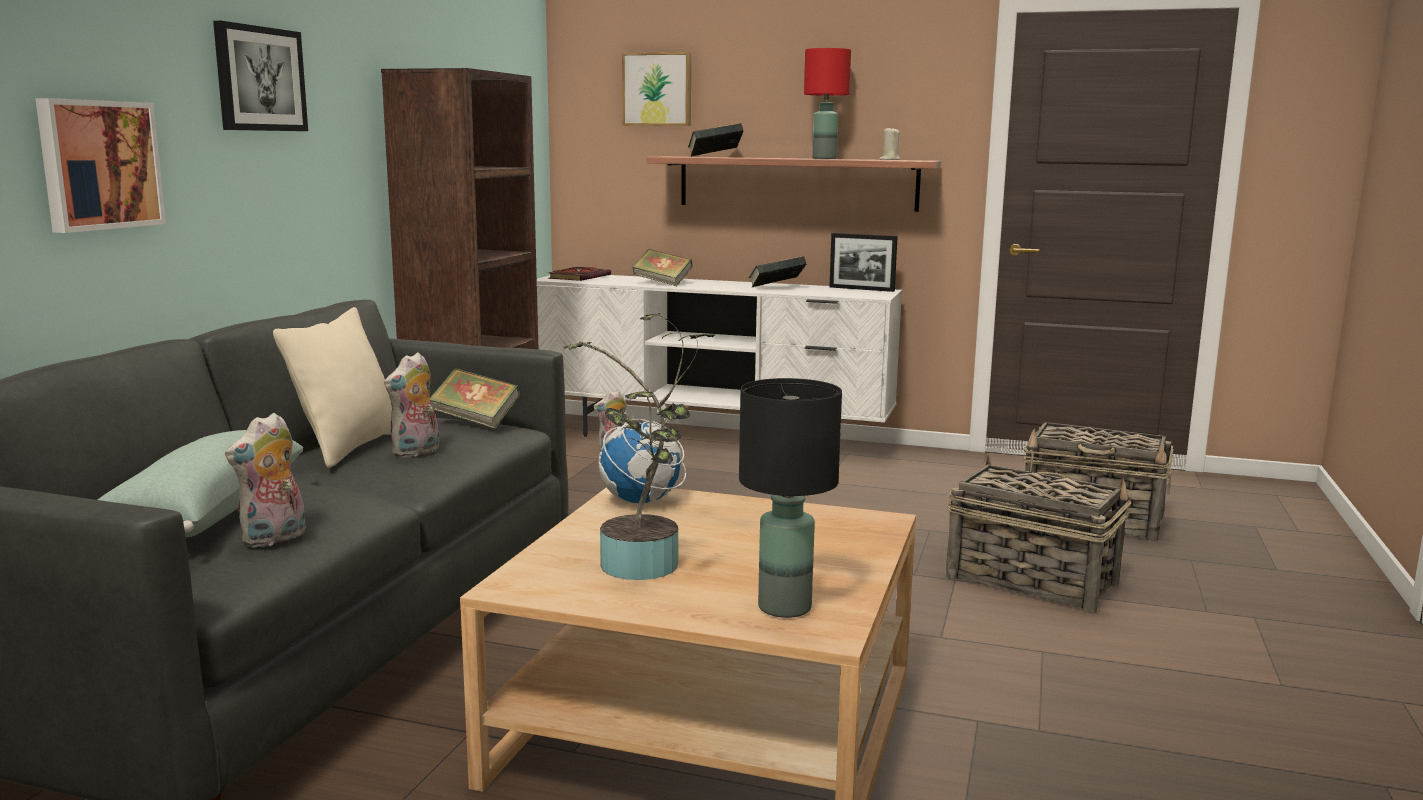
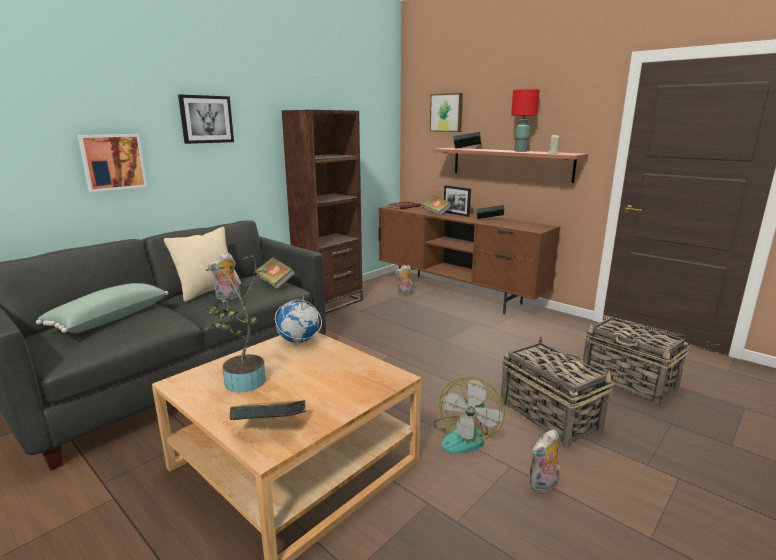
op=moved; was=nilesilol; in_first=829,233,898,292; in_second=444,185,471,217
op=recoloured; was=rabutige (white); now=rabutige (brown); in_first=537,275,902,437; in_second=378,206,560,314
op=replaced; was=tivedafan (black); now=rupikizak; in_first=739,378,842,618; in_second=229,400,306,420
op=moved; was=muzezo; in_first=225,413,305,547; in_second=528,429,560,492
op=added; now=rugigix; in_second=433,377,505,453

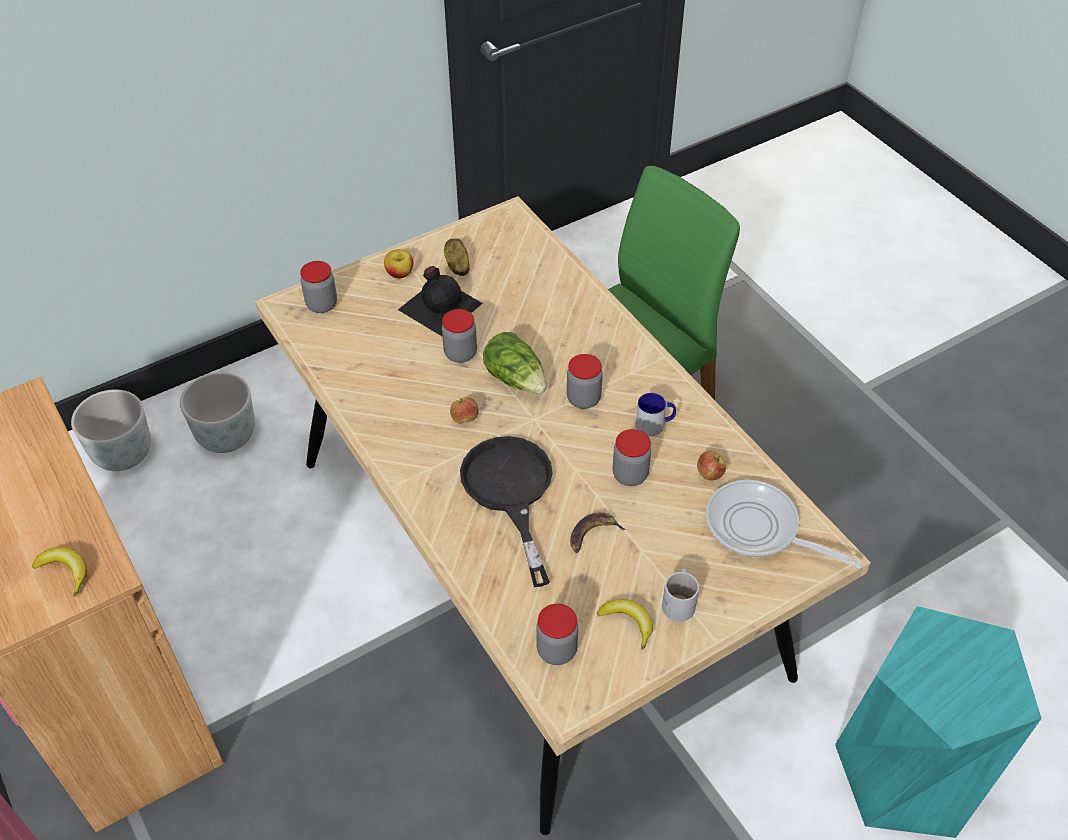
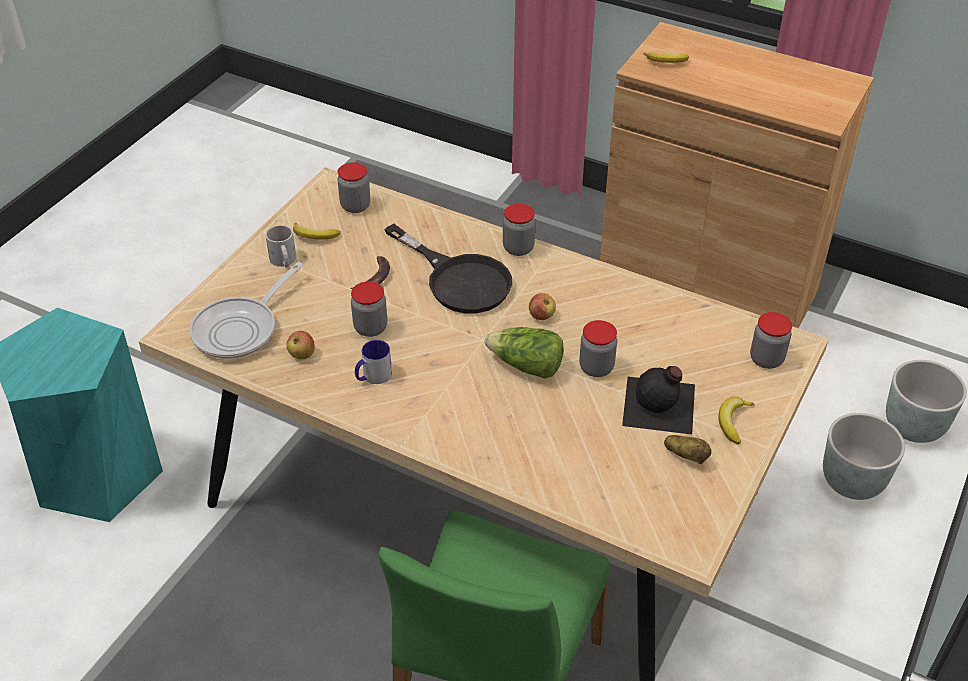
op=replaced; was=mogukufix; now=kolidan; in_first=384,249,413,279; in_second=718,397,754,444
op=moved; was=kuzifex; in_first=567,354,603,409; in_second=503,204,536,256
op=turned; was=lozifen; in_first=706,480,863,569; in_second=190,262,303,359; clockwise=120

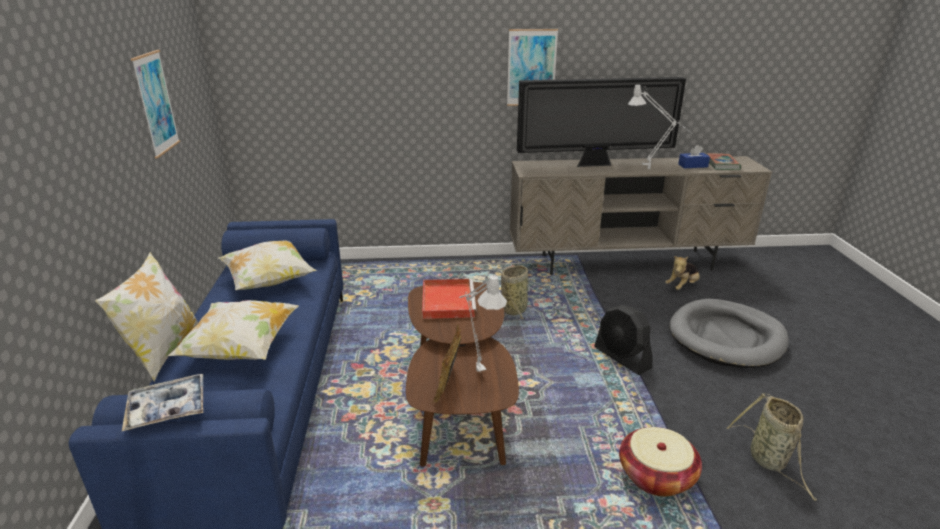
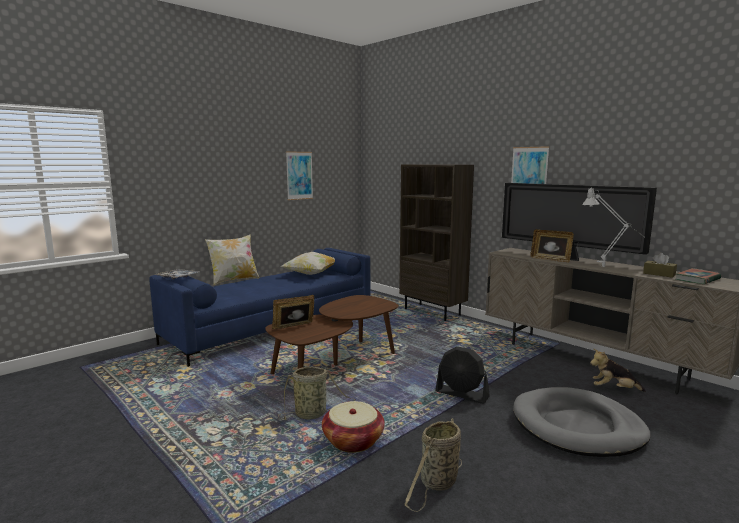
op=recoloured; was=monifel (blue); now=monifel (brown); in_first=678,145,710,168; in_second=643,253,677,278
op=moved; was=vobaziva; in_first=501,265,529,322; in_second=278,366,356,420
op=removed; was=tivedafan (grey); in_first=459,273,507,373
op=removed; was=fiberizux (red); in_first=422,279,477,319
op=removed; was=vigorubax; in_first=168,300,299,360
op=turned; was=rugigix (black); in_first=594,305,652,375; in_second=435,346,490,404; clockwise=-75
op=added; now=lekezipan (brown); in_second=399,164,474,321
op=added; now=nilesilol; in_second=530,229,574,262

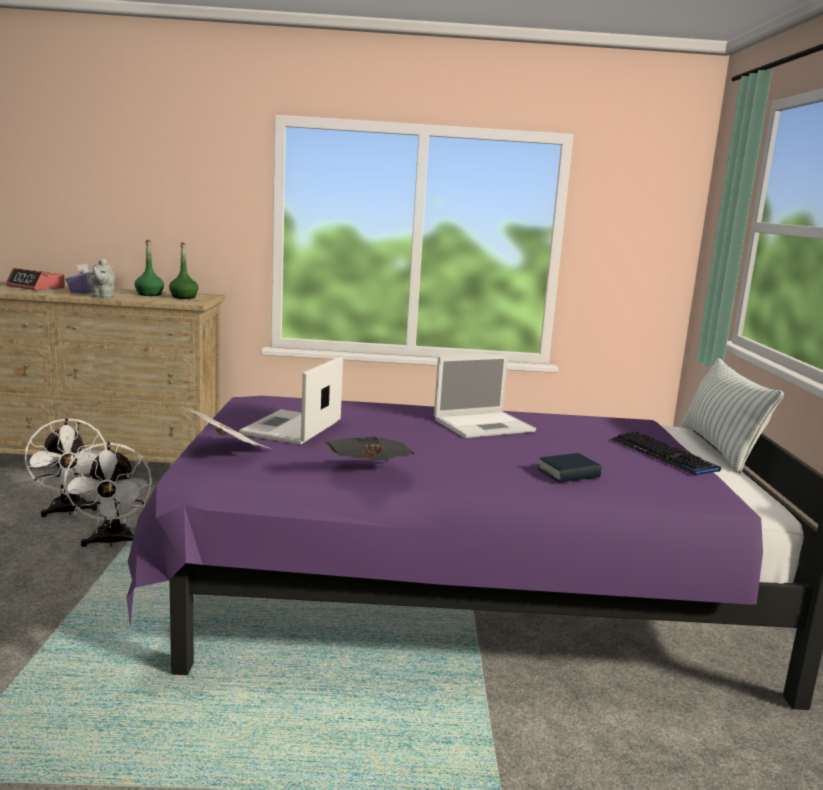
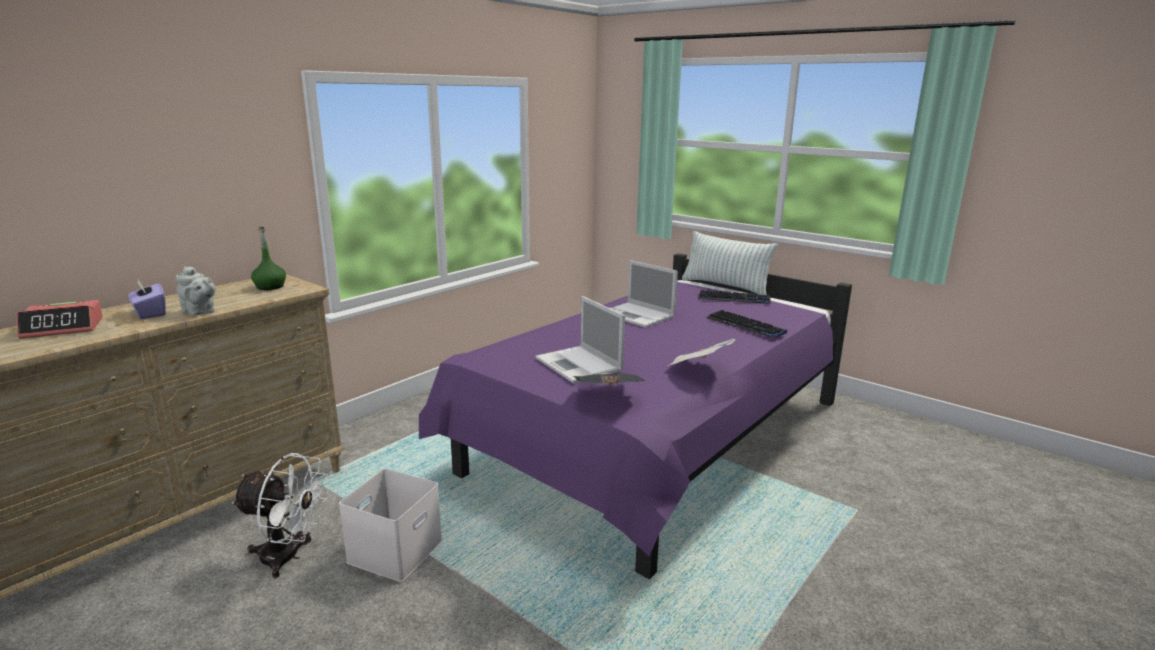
op=removed; was=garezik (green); in_first=134,240,164,296
op=turned; was=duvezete; in_first=434,354,536,438; in_second=610,260,678,328; clockwise=120
op=replaced; was=rugigix (white); now=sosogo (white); in_first=62,442,152,547; in_second=339,468,442,582
op=replaced; was=rupikizak; now=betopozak; in_first=537,453,602,483; in_second=706,310,787,338

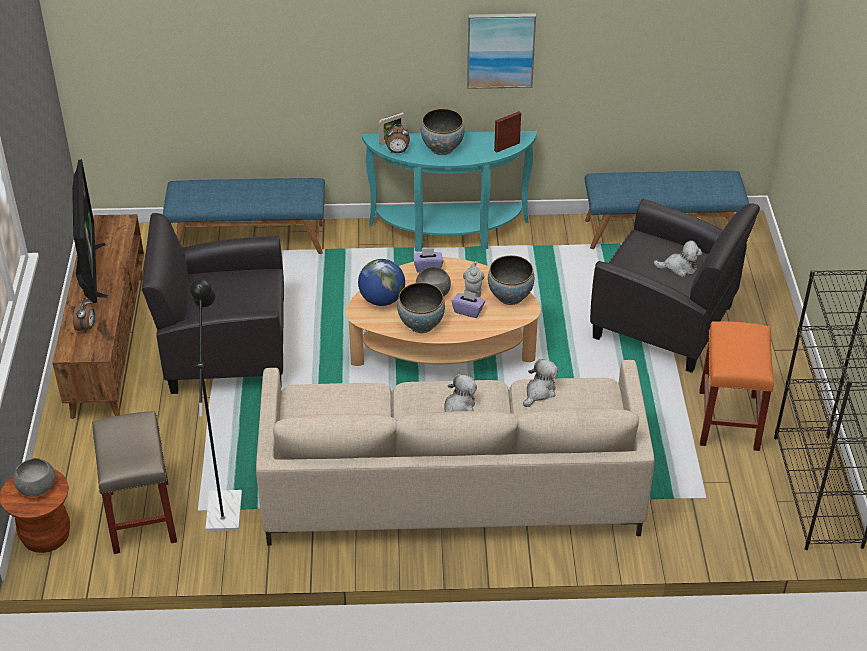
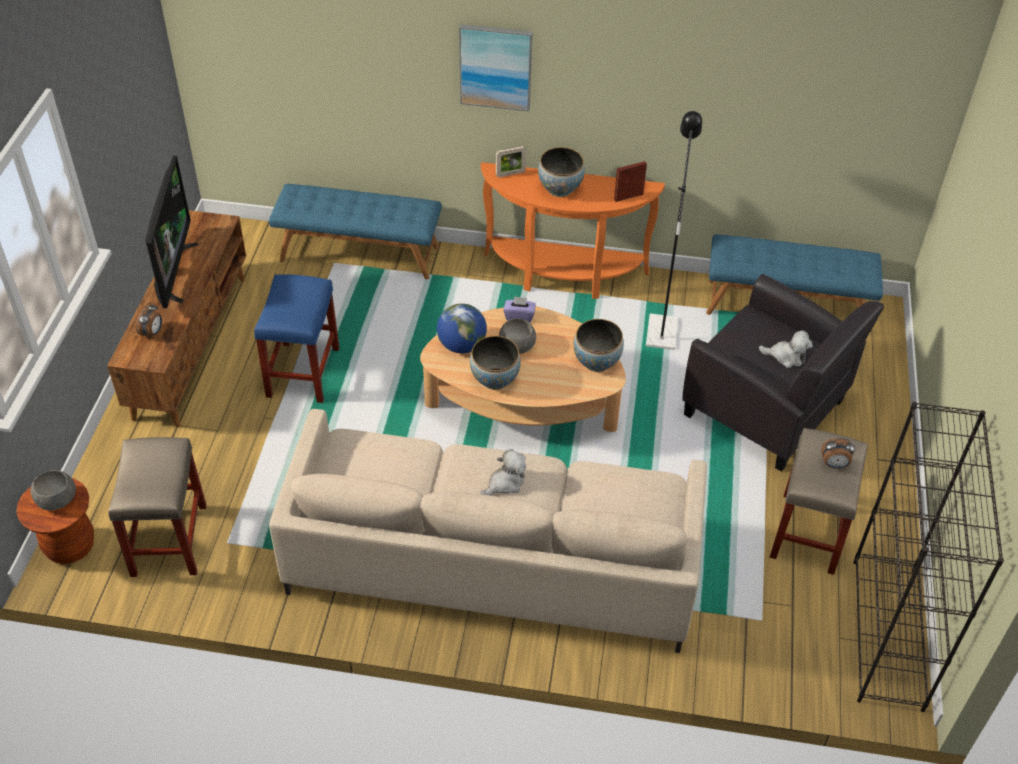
op=moved; was=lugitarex; in_first=467,13,536,89; in_second=459,24,533,111
op=moved; was=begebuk; in_first=385,124,410,153; in_second=821,438,855,469
op=recoloured; was=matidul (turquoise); now=matidul (orange); in_first=362,131,537,252; in_second=481,162,665,299
op=replaced; was=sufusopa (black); now=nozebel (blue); in_first=142,213,284,394; in_second=254,274,339,403
op=removed; was=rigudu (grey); in_first=463,261,485,297
op=moved; was=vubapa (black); in_first=190,279,242,531; in_second=646,111,702,350
op=removed; was=monifel (purple); in_first=452,290,485,318
op=recoloured; was=nozebel (orange); now=nozebel (beige); in_first=699,321,774,451; in_second=770,428,868,575
op=removed; was=muzezo; in_first=523,359,558,407

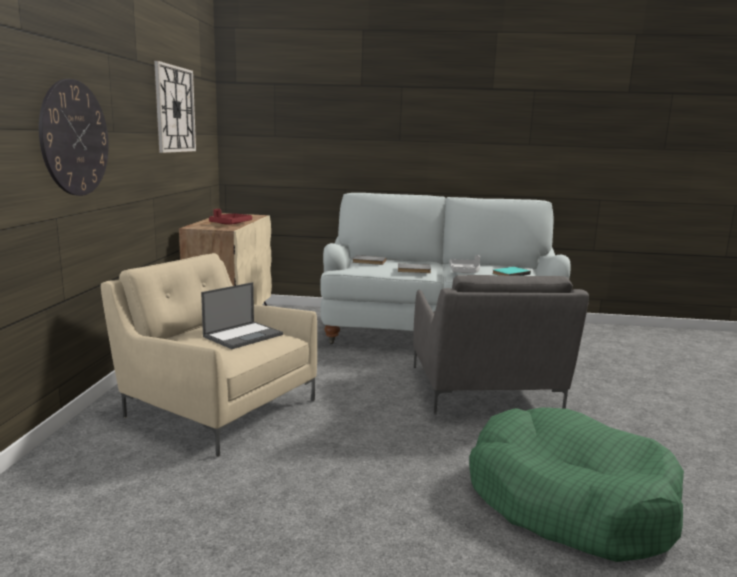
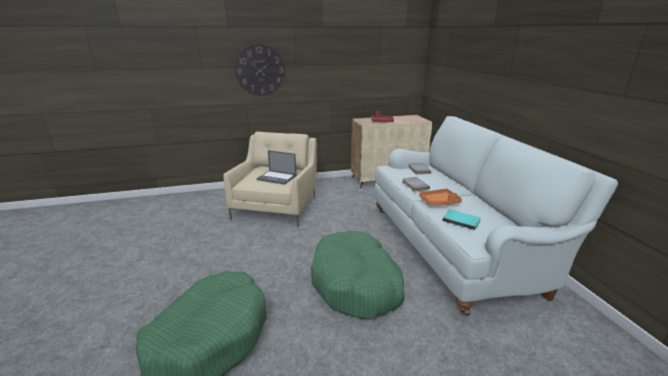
op=removed; was=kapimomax; in_first=154,61,196,153
op=recoloured; was=fiberizux (grey); now=fiberizux (orange); in_first=449,255,480,273; in_second=419,189,462,205
op=replaced; was=sufusopa (grey); now=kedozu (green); in_first=413,275,589,414; in_second=311,230,405,319

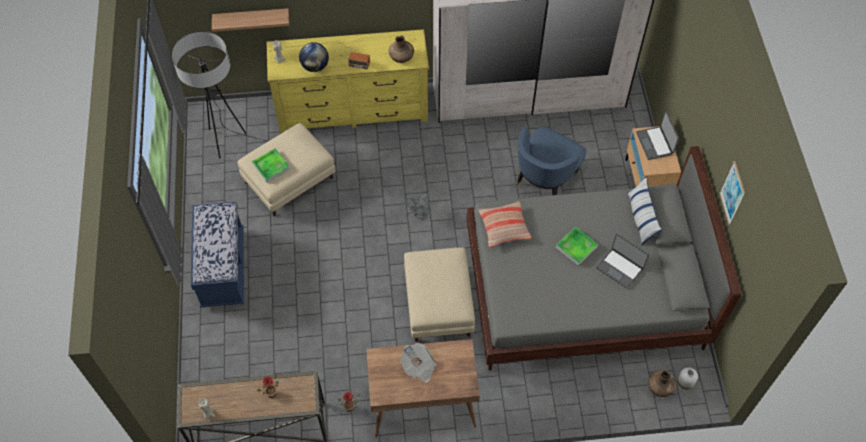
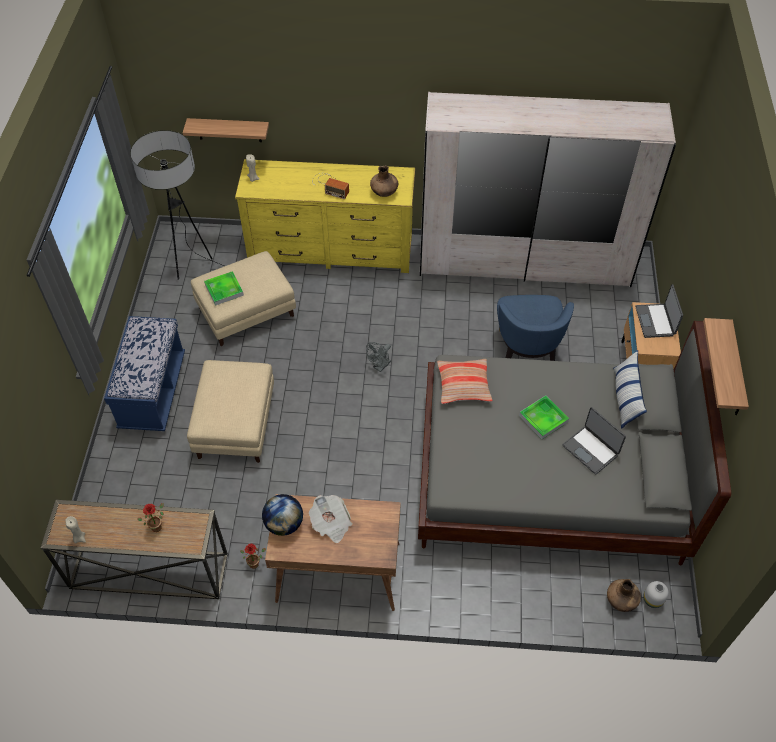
op=moved; was=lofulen; in_first=299,42,329,72; in_second=262,494,303,536
op=turned; was=sufusopa (blue); in_first=516,127,586,195; in_second=497,295,574,361; clockwise=-45
op=replaced; was=lugitarex; now=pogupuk; in_first=720,161,745,225; in_second=703,318,749,415
op=moved; was=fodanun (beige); in_first=404,247,475,342; in_second=187,360,274,463

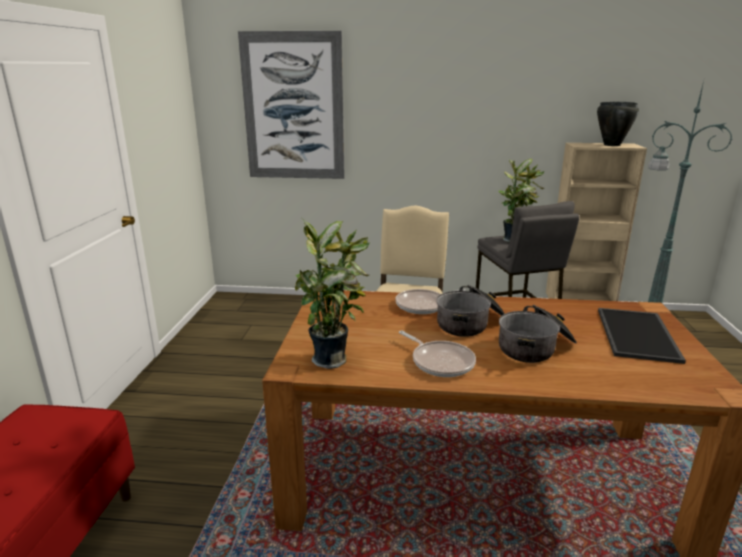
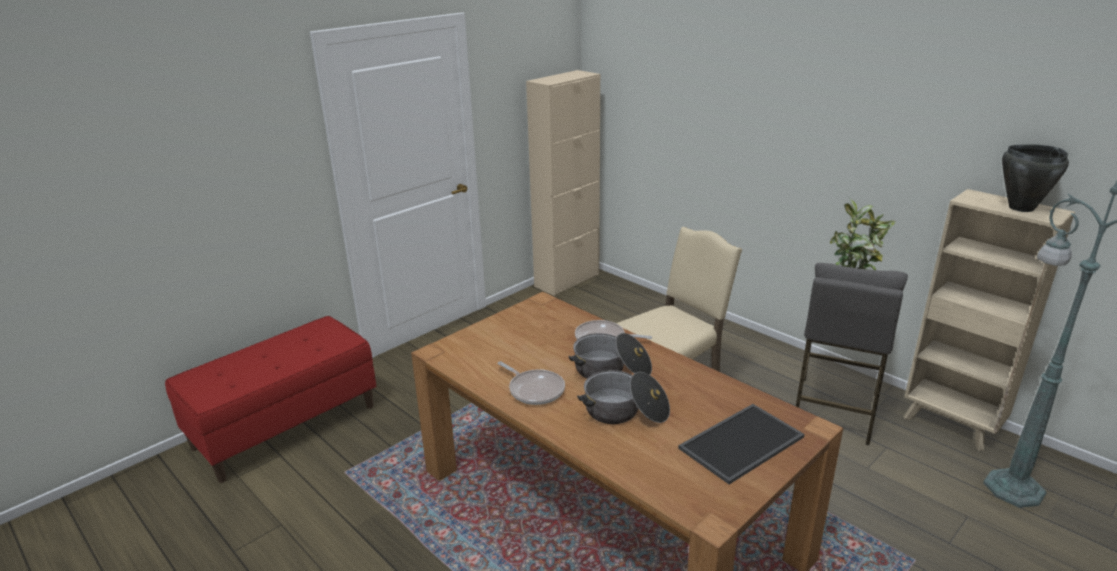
op=removed; was=lugitarex; in_first=238,31,345,179
op=removed; was=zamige; in_first=295,219,369,369
op=turned; was=lozifen; in_first=399,331,476,377; in_second=498,361,565,405; clockwise=-45
op=added; now=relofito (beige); in_second=526,70,600,296

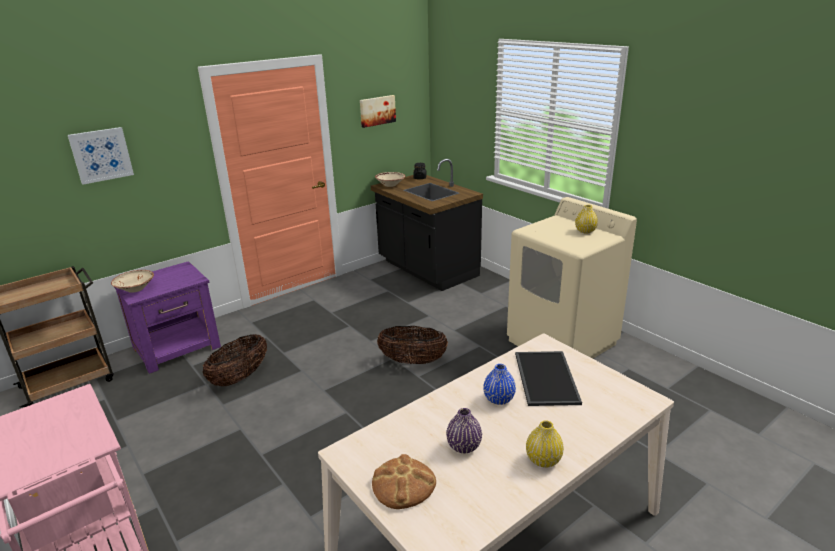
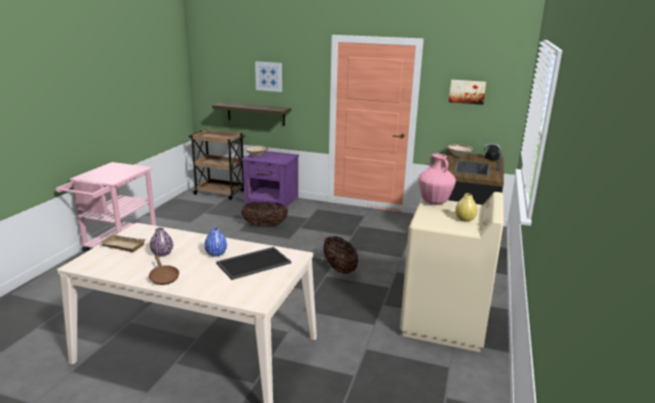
op=replaced; was=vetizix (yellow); now=lozifen (brown); in_first=526,420,564,468; in_second=149,254,179,285
op=replaced; was=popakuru; now=fiberizux (beige); in_first=372,454,436,509; in_second=99,234,146,252
op=added; now=pogupuk; in_second=212,102,291,126
op=added; now=vetizix (pink); in_second=418,154,456,205

